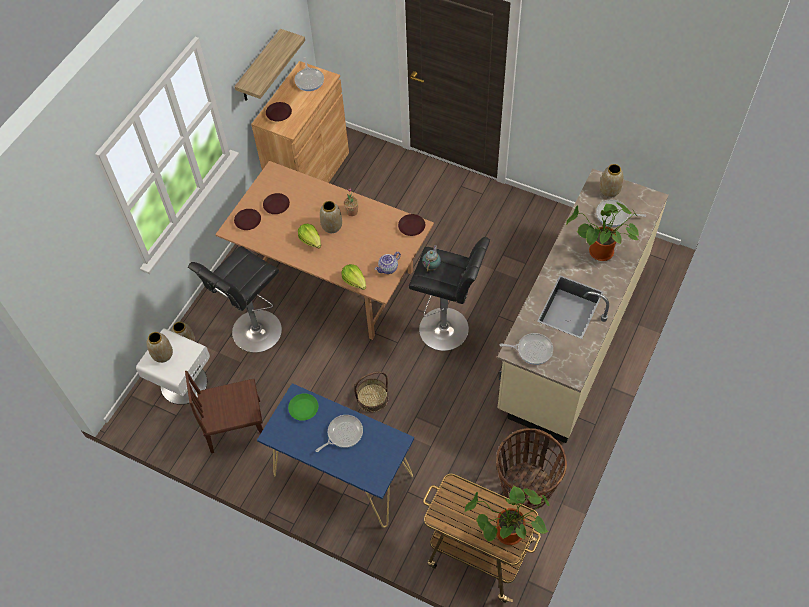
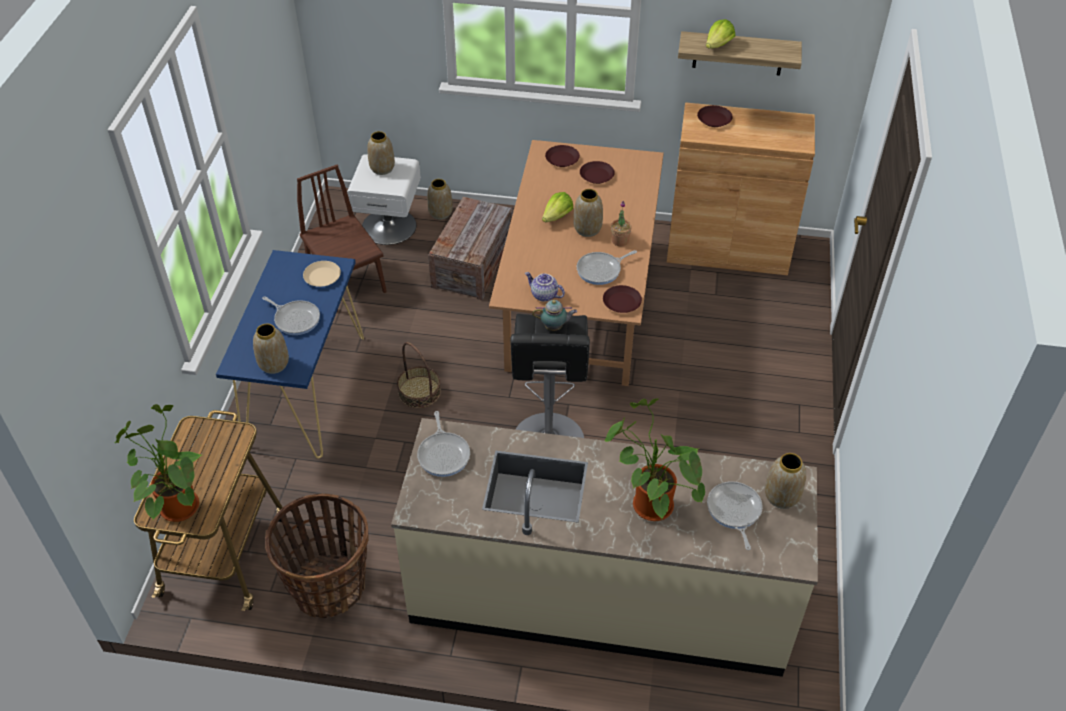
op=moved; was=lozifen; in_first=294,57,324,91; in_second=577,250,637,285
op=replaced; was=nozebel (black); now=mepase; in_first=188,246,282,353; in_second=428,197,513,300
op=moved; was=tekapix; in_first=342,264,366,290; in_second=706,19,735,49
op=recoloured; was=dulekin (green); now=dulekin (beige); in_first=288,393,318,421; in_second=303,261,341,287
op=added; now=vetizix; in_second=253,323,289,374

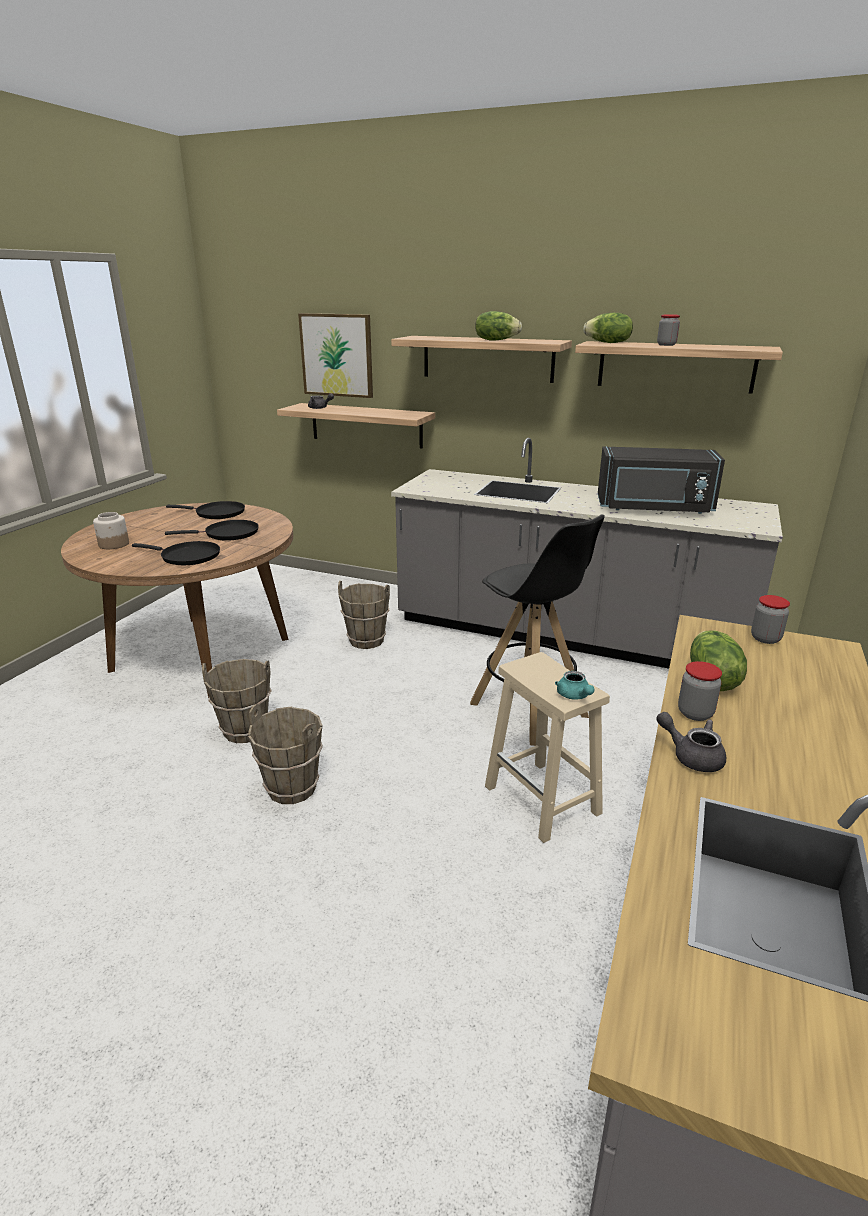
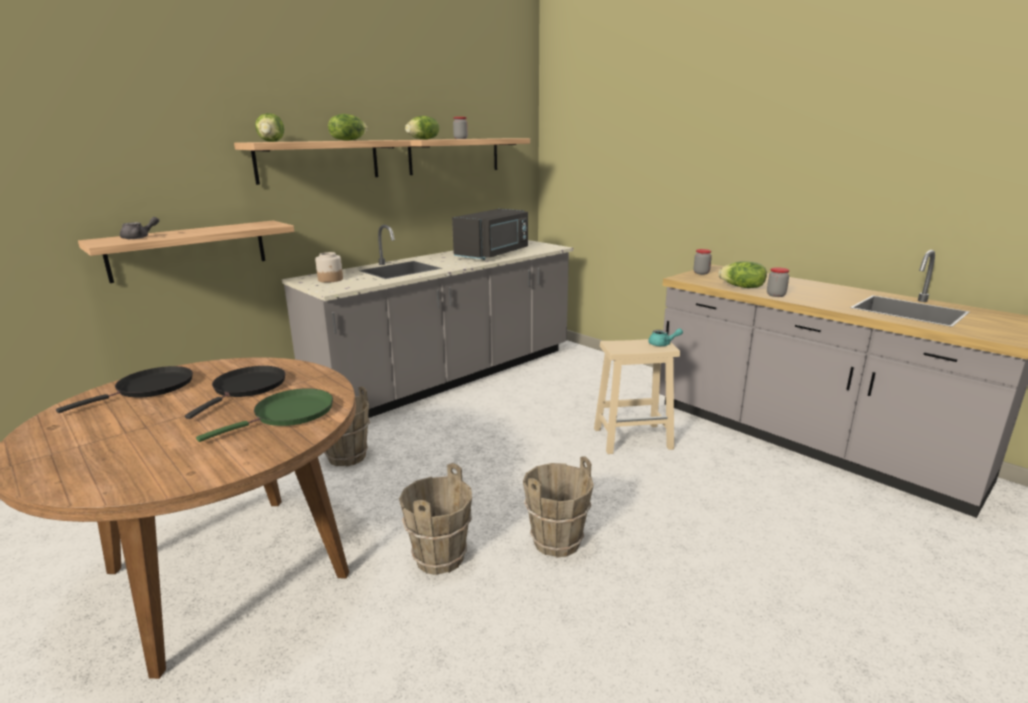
op=removed; was=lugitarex; in_first=298,313,373,398
op=moved; was=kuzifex; in_first=93,512,129,549; in_second=315,252,343,283
op=removed; was=nozebel (black); in_first=470,515,605,746
op=recoloured; was=lozifen (black); now=lozifen (green); in_first=132,541,220,565; in_second=196,388,333,442
op=removed; was=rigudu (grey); in_first=656,712,726,772
op=added; now=tekapix; in_second=255,113,284,142

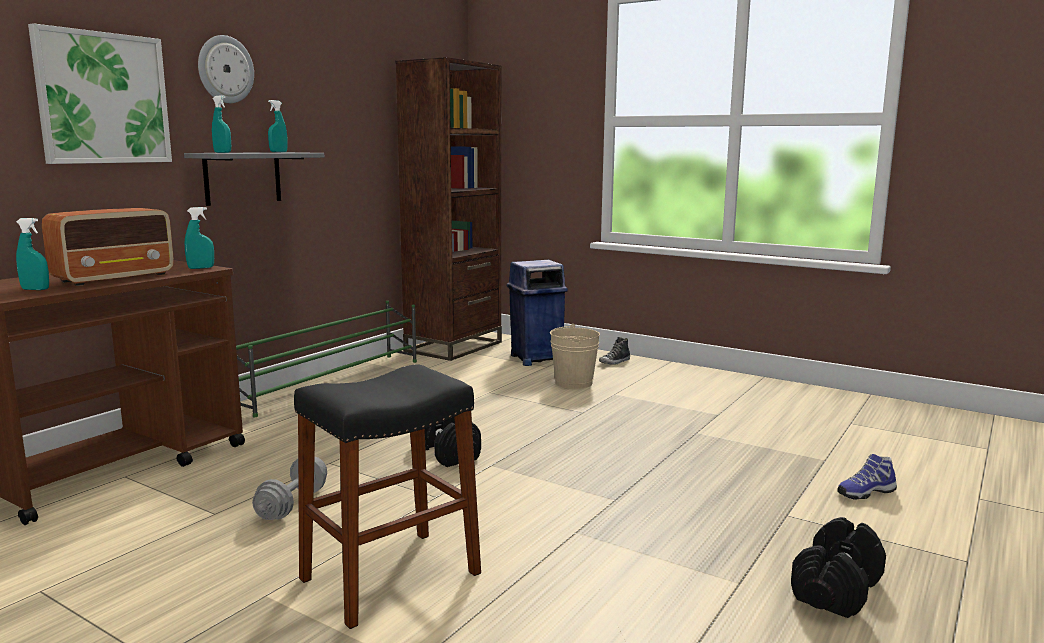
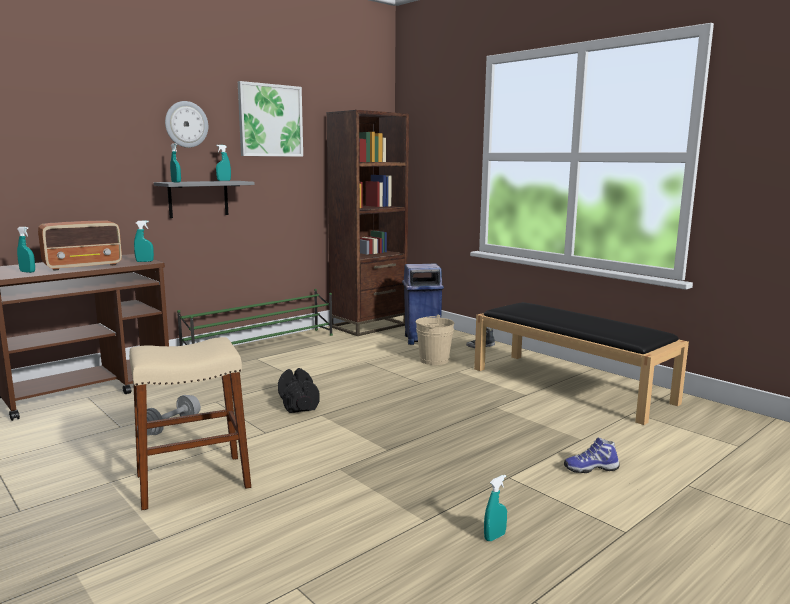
op=moved; was=lugitarex; in_first=28,23,172,164; in_second=238,81,303,157
op=recoloured; was=nozebel (black); now=nozebel (beige); in_first=294,364,481,629; in_second=129,337,251,511
op=replaced; was=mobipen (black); now=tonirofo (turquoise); in_first=791,517,886,618; in_second=484,475,507,541
op=added; now=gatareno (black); in_second=474,302,689,425

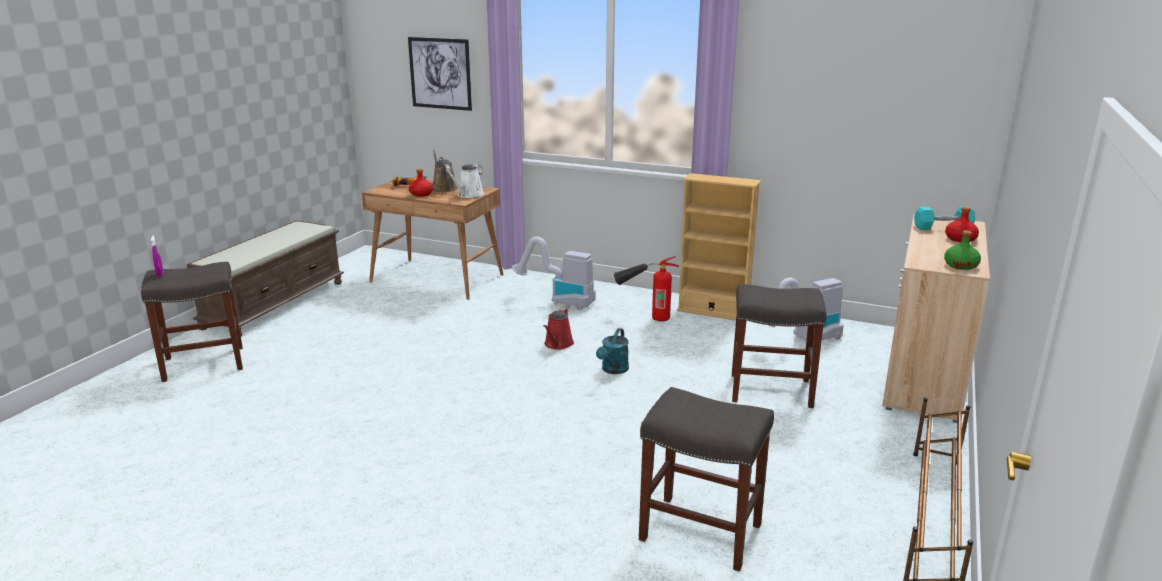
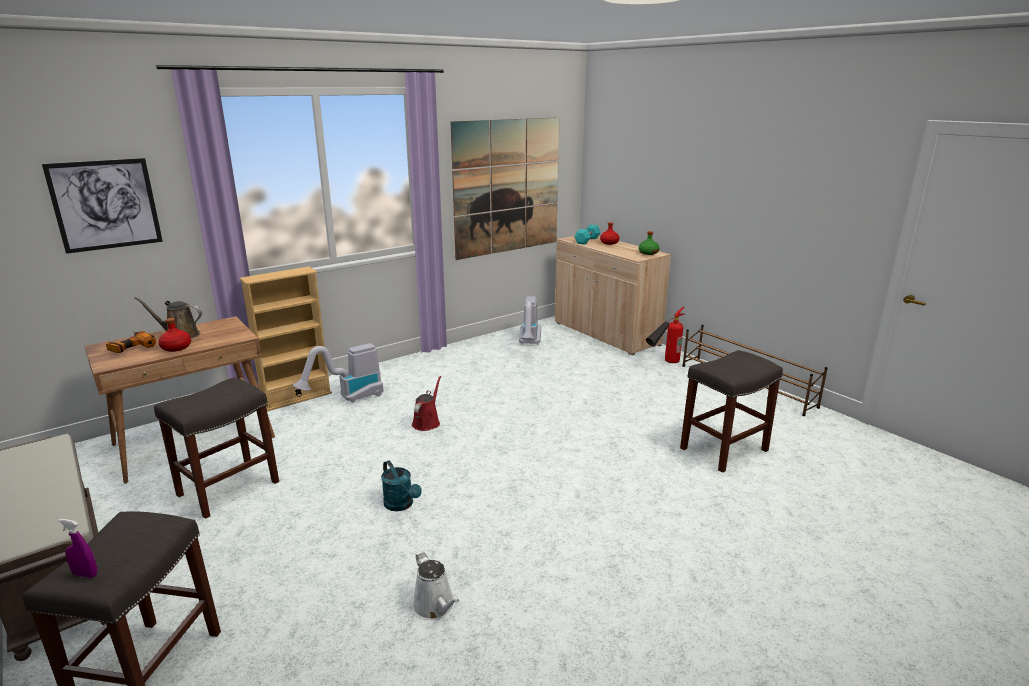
op=moved; was=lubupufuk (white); in_first=445,164,484,198; in_second=412,552,460,620
op=moved; was=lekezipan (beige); in_first=677,173,761,321; in_second=239,267,332,411
op=moved; was=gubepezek; in_first=614,256,679,321; in_second=646,307,685,363
op=moved; was=nozebel (grey); in_first=732,284,826,408; in_second=154,377,279,519
op=turned; was=lubupufuk (red); in_first=543,308,574,350; in_second=412,376,441,431; clockwise=-120
op=moved; was=lubupufuk (turquoise); in_first=596,328,629,374; in_second=381,460,422,511
op=added; now=lugitarex; in_second=451,117,559,260

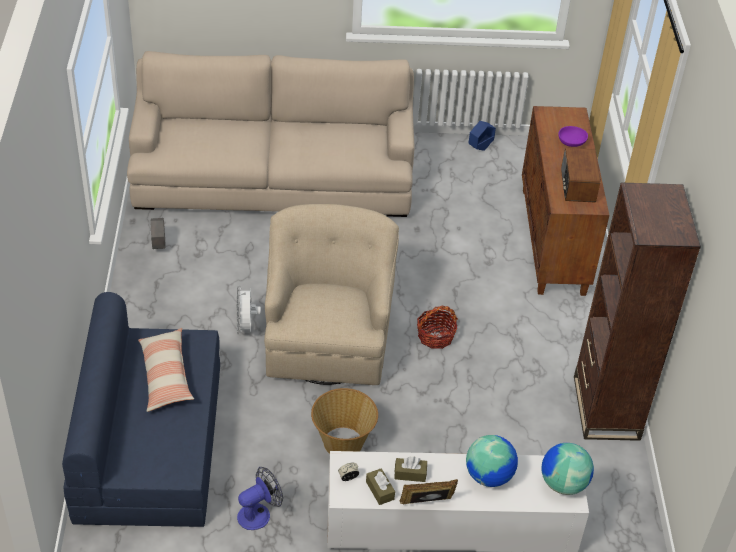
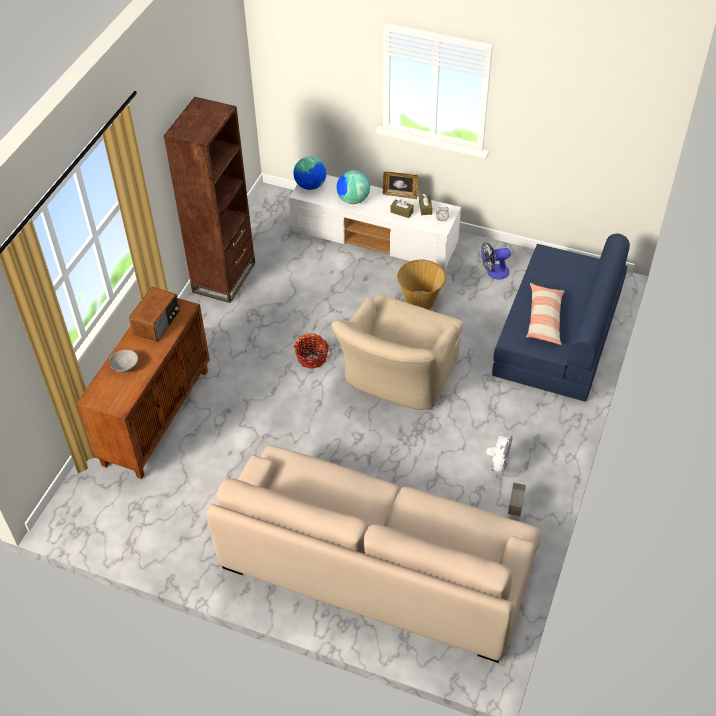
op=removed; was=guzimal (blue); in_first=468,121,496,151
op=recoloured; was=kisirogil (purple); now=kisirogil (grey); in_first=558,126,588,147; in_second=109,350,138,373
op=moved; was=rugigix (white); in_first=236,286,261,335; in_second=486,433,513,478

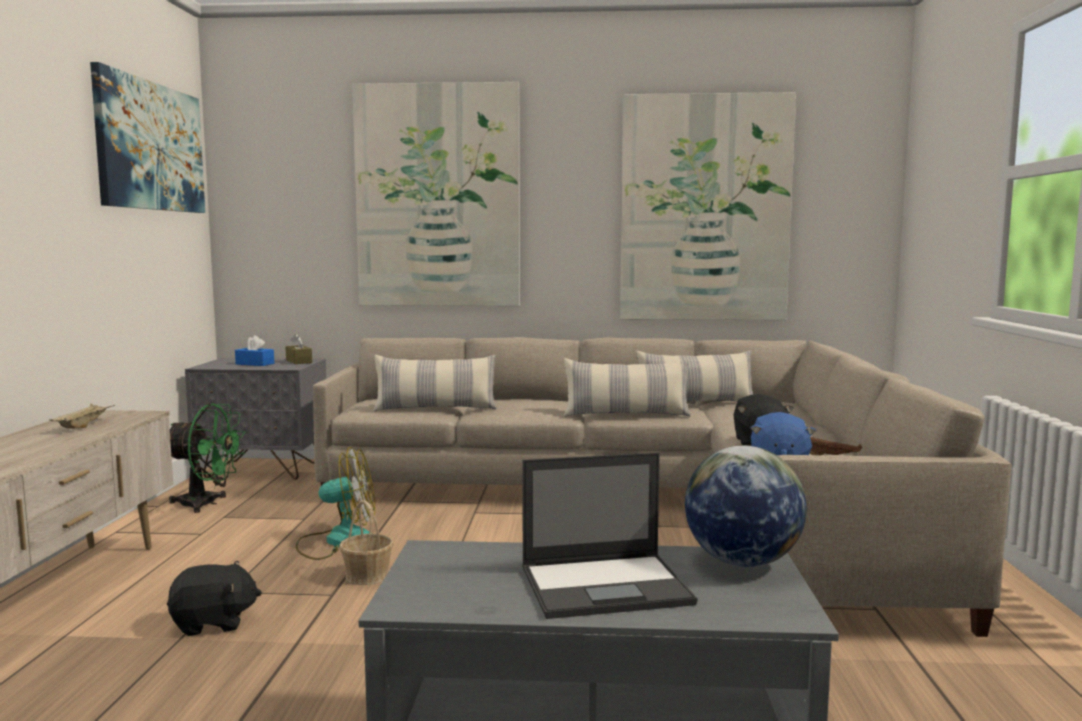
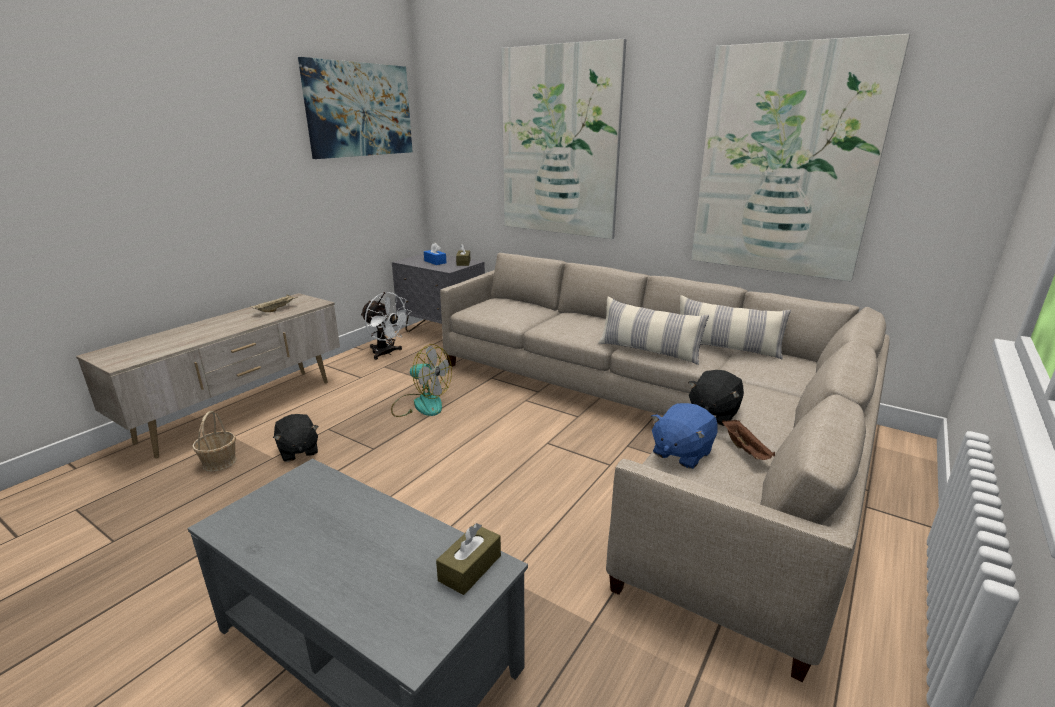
op=removed; was=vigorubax; in_first=373,355,497,411
op=recoloured; was=rugigix (green); now=rugigix (white); in_first=169,403,245,513; in_second=361,292,412,360
op=replaced; was=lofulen; now=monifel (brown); in_first=685,446,807,567; in_second=436,523,501,595
op=removed; was=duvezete; in_first=522,453,697,619
op=moved; was=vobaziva; in_first=339,500,394,585; in_second=192,411,237,472
op=turned; was=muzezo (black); in_first=167,561,262,636; in_second=273,414,319,462; clockwise=45

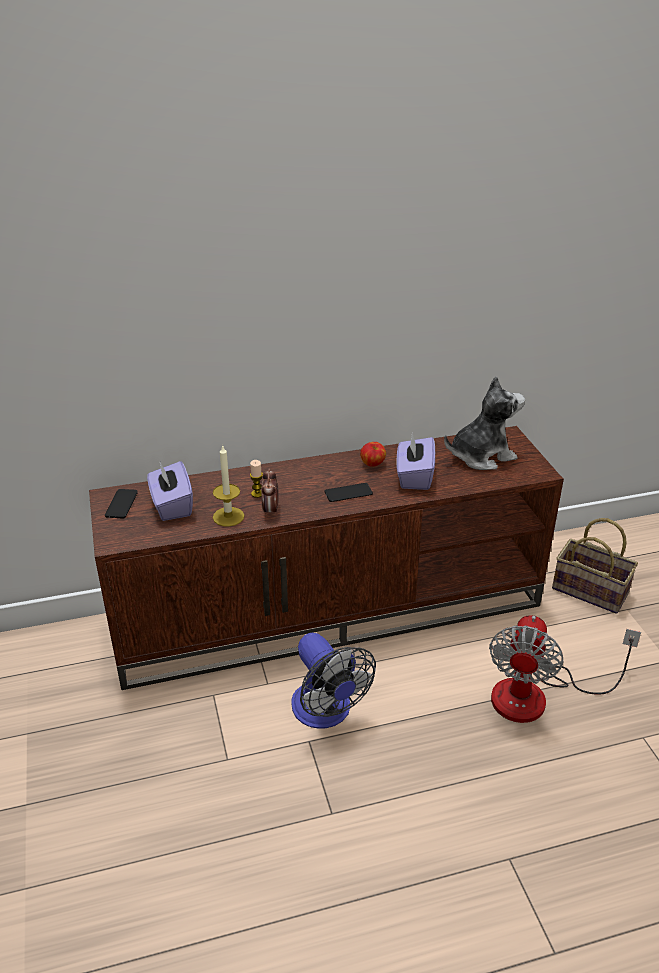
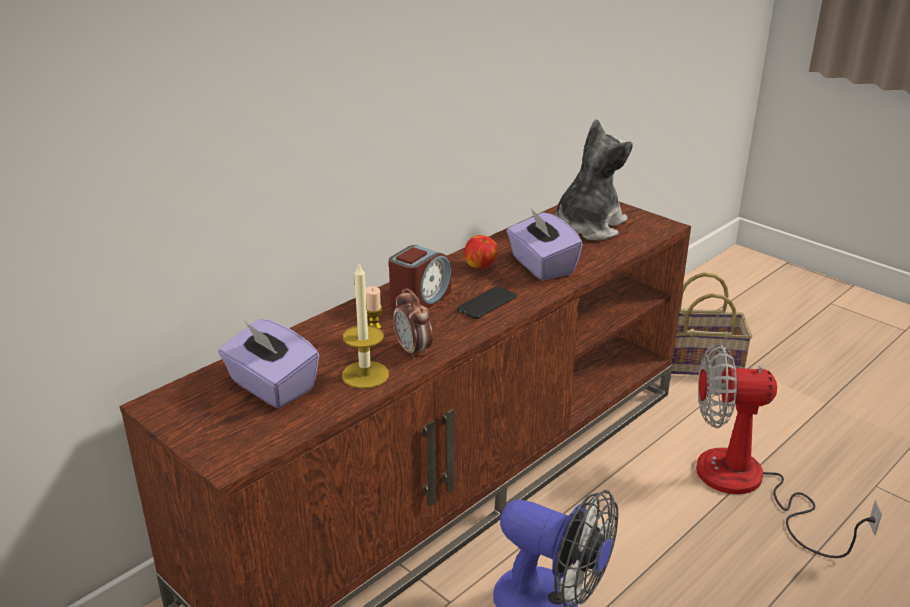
op=removed; was=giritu; in_first=105,489,138,518
op=turned; was=rugigix; in_first=489,615,641,723; in_second=696,344,882,558; clockwise=105
op=added; now=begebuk; in_second=389,245,451,310

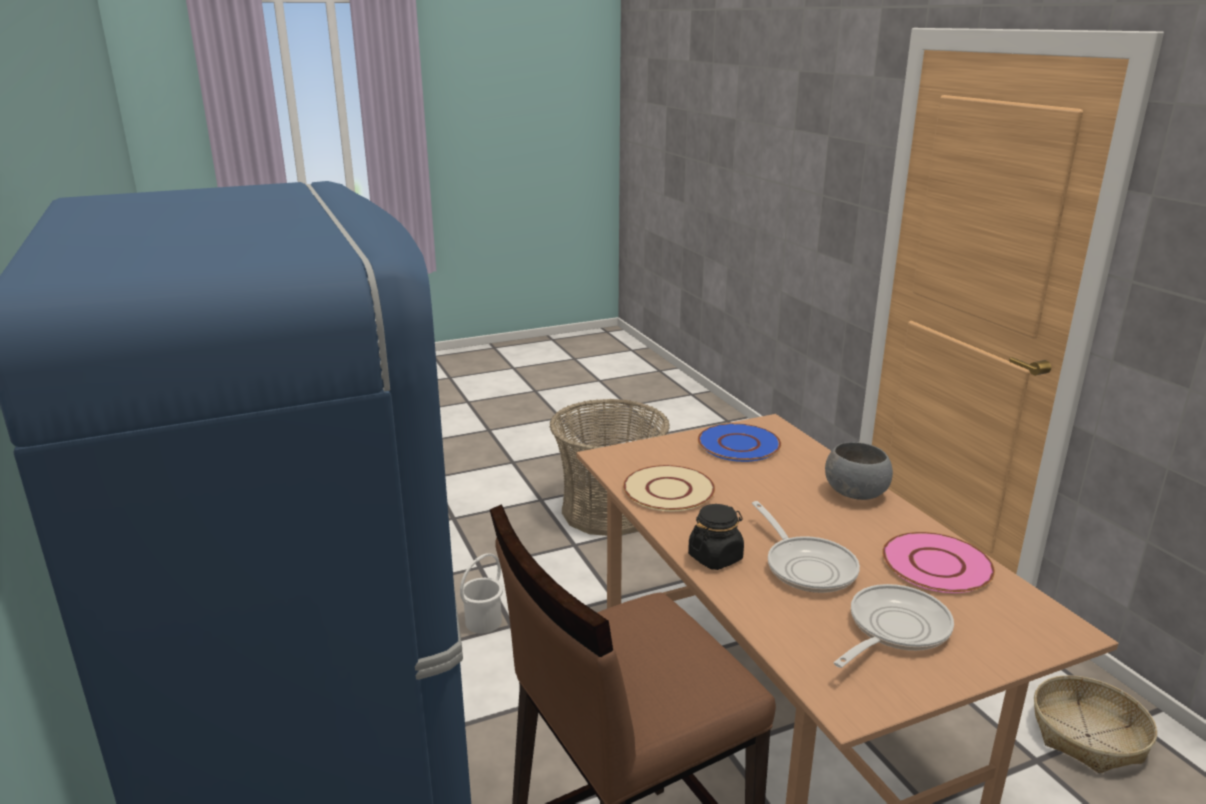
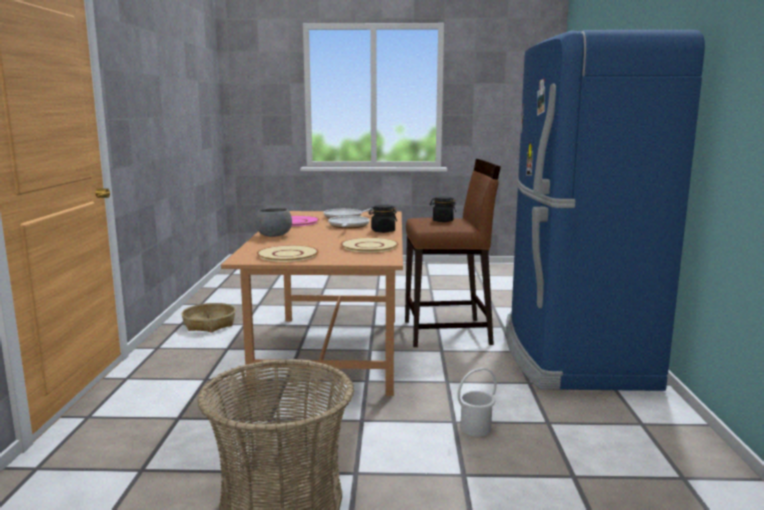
op=recoloured; was=dulekin (blue); now=dulekin (beige); in_first=698,423,781,462; in_second=257,245,319,262
op=added; now=kuzifex (black); in_second=430,196,456,222

